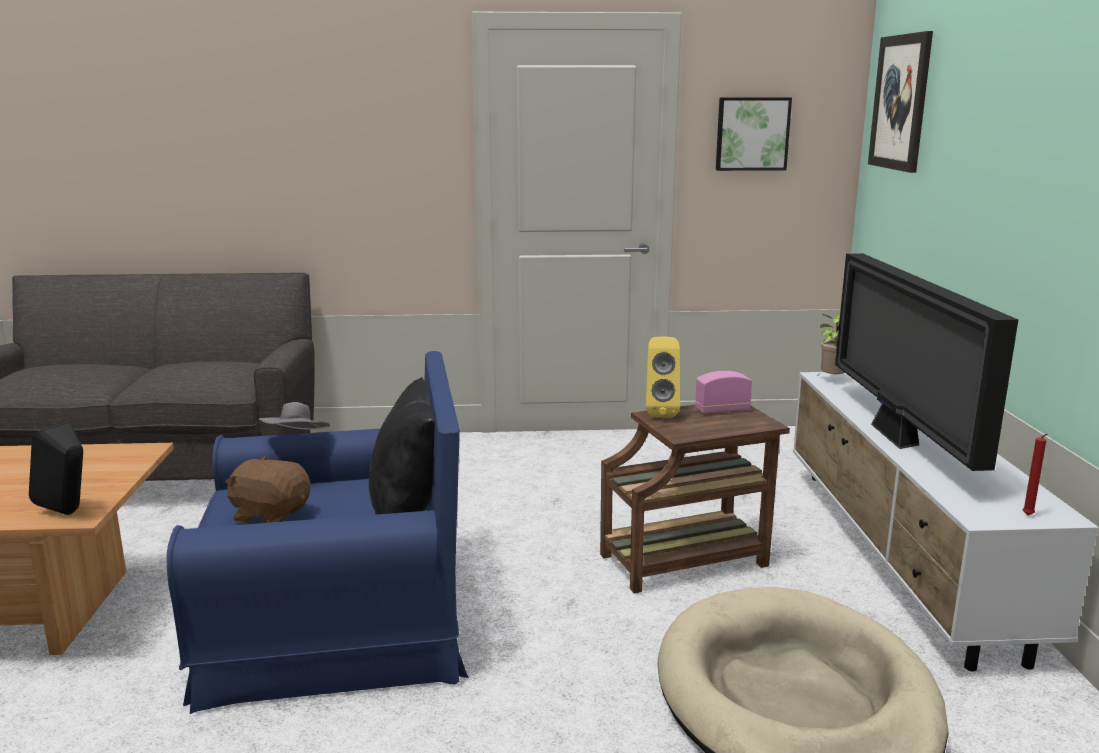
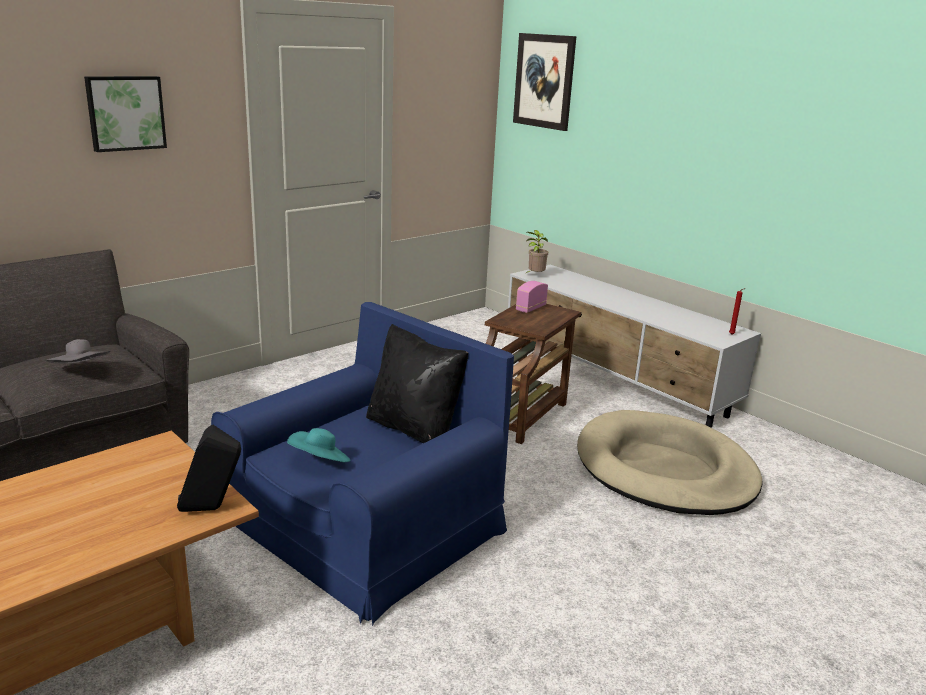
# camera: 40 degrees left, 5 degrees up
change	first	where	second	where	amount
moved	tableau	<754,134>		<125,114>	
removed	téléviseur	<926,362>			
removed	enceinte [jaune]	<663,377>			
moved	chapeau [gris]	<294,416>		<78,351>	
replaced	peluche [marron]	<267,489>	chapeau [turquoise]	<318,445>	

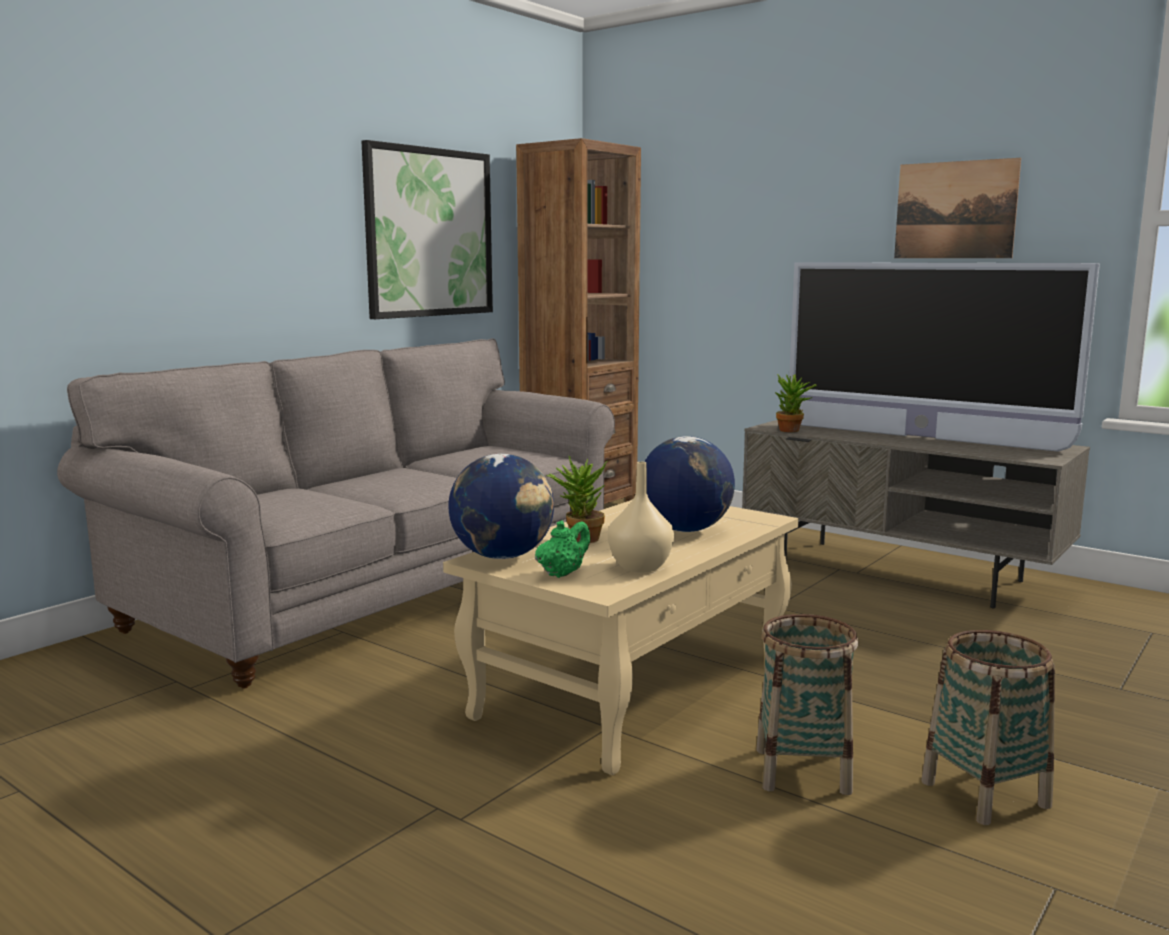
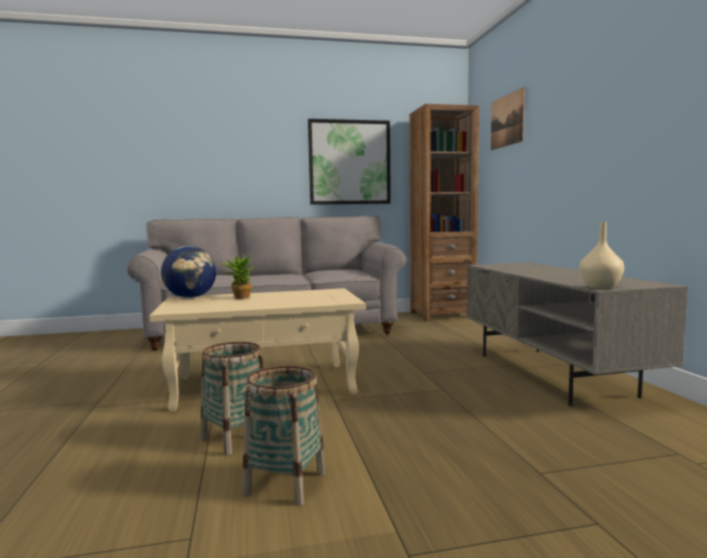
# camera: 40 degrees right, 5 degrees down
change	first	where	second	where	amount
moved	tableau	<957,208>		<508,118>	
removed	téléviseur	<944,357>			
removed	plante en pot	<796,403>			
removed	globe	<689,484>			
moved	vase [beige]	<641,517>		<601,255>	
removed	théière [vert]	<562,549>			

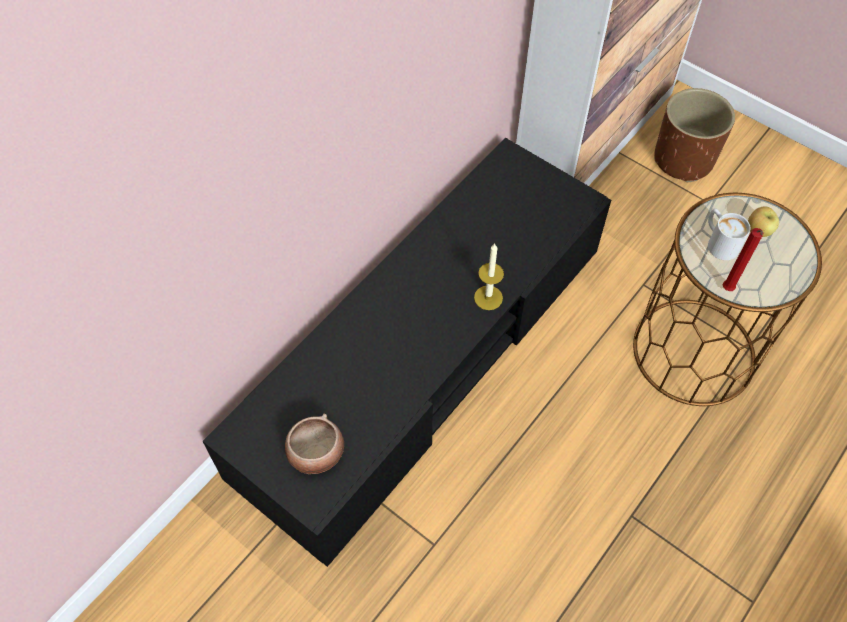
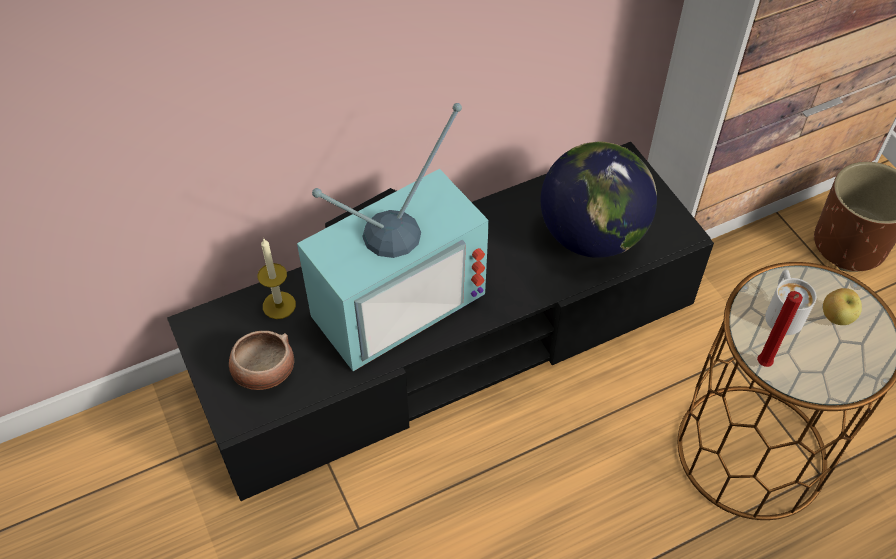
# camera: 25 degrees right, 5 degrees down
change	first	where	second	where	amount
moved	bougie	<489,277>		<277,279>	
added			téléviseur	<393,237>	
added			globe	<599,200>	

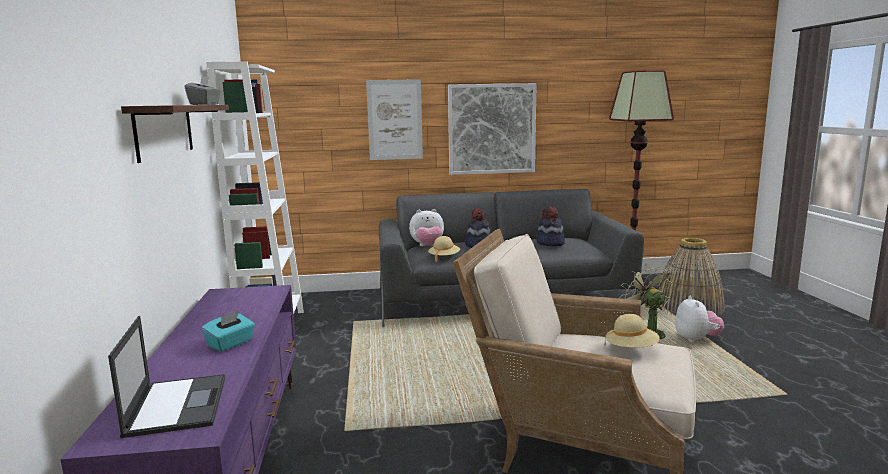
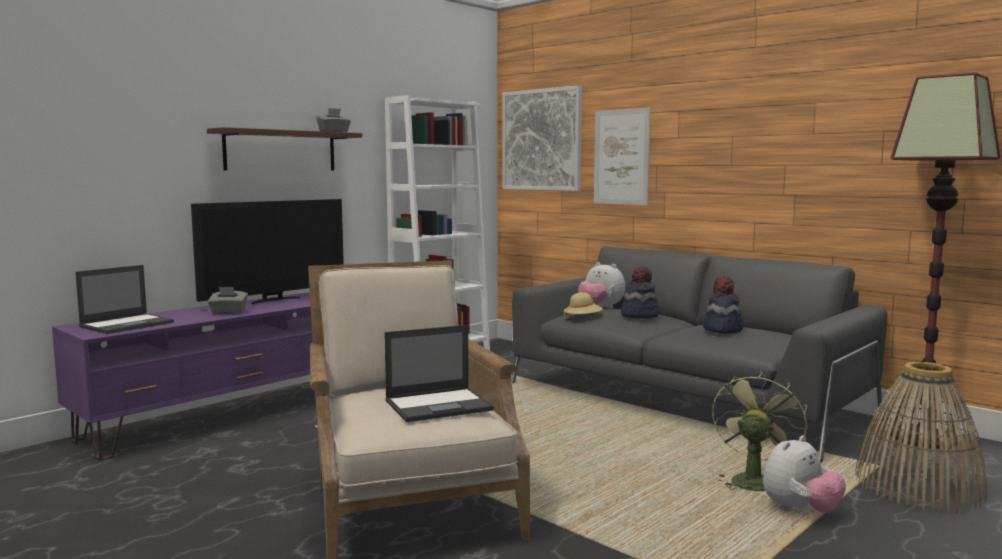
# camera: 50 degrees right, 5 degrees down
change	first	where	second	where	amount
moved	tableau	<492,129>		<542,138>	
recoloured	boîte à mouchoirs [turquoise]	<228,331>	boîte à mouchoirs [gris]	<228,300>	
replaced	chapeau [beige]	<632,331>	ordinateur portable	<439,373>	
added			téléviseur	<267,251>	

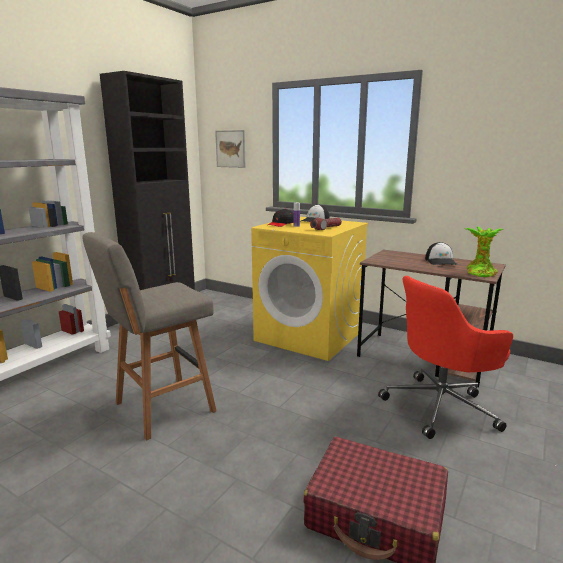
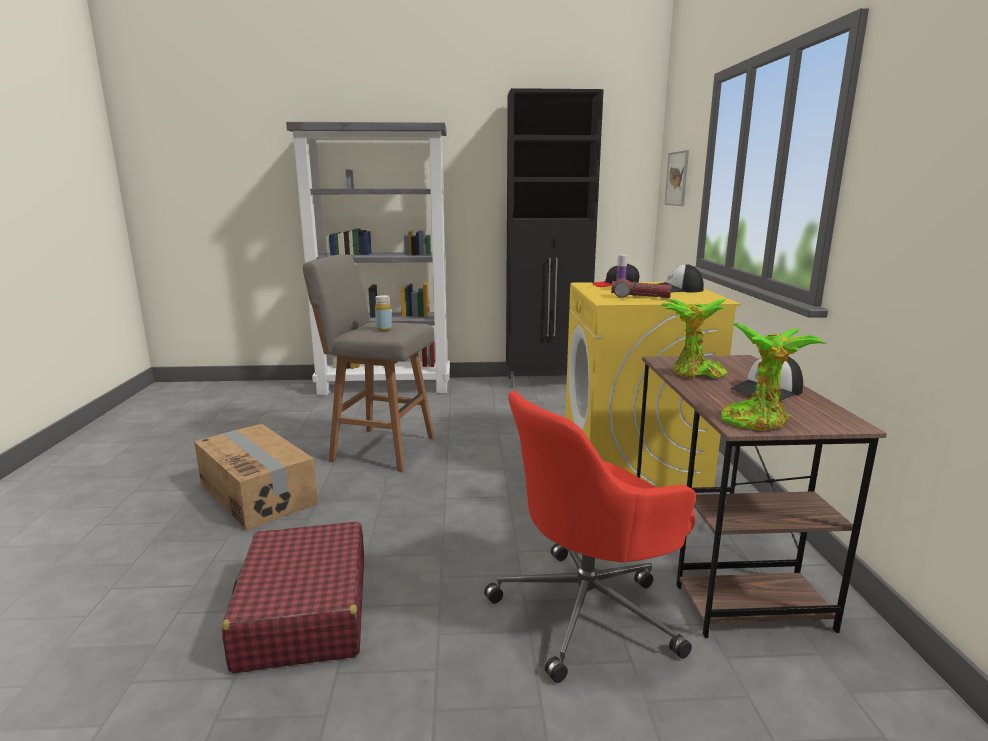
# camera: 55 degrees right, 0 degrees up
change	first	where	second	where	amount
turned	chaise de bureau [rouge]	<445,357>		<590,537>	60 degrees counterclockwise
added			bouteille [jaune]	<383,313>	
added			plante en pot	<693,339>	
added			carton	<256,477>	

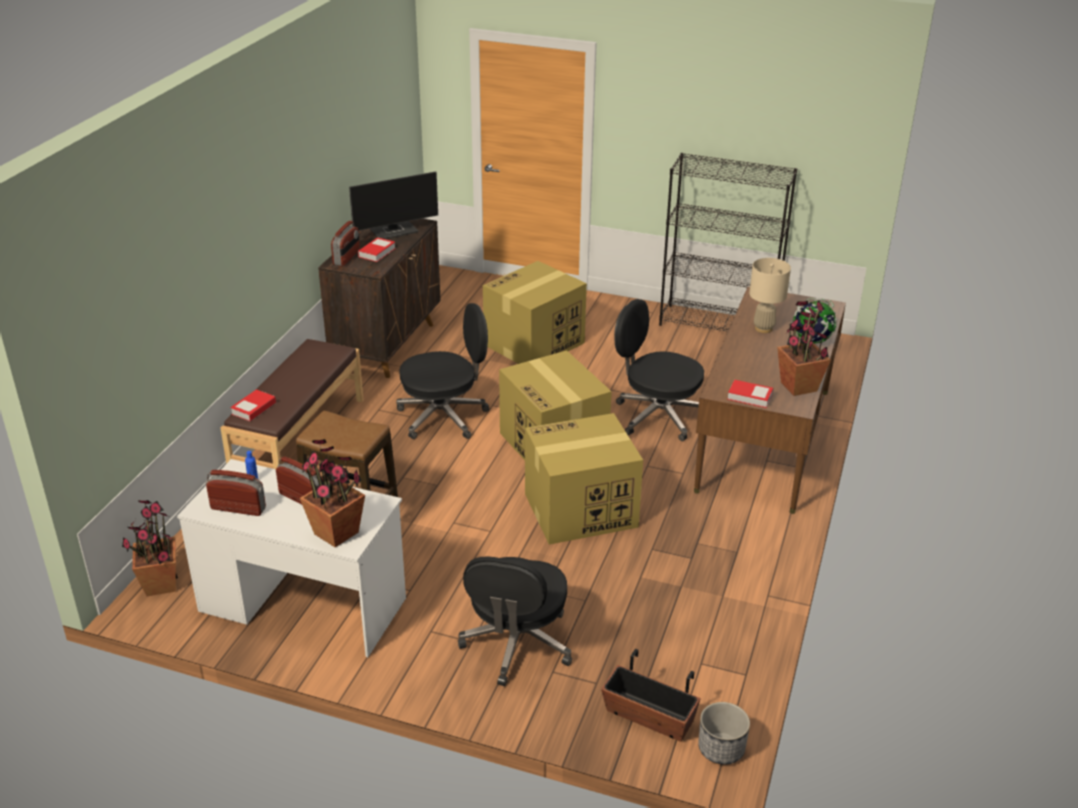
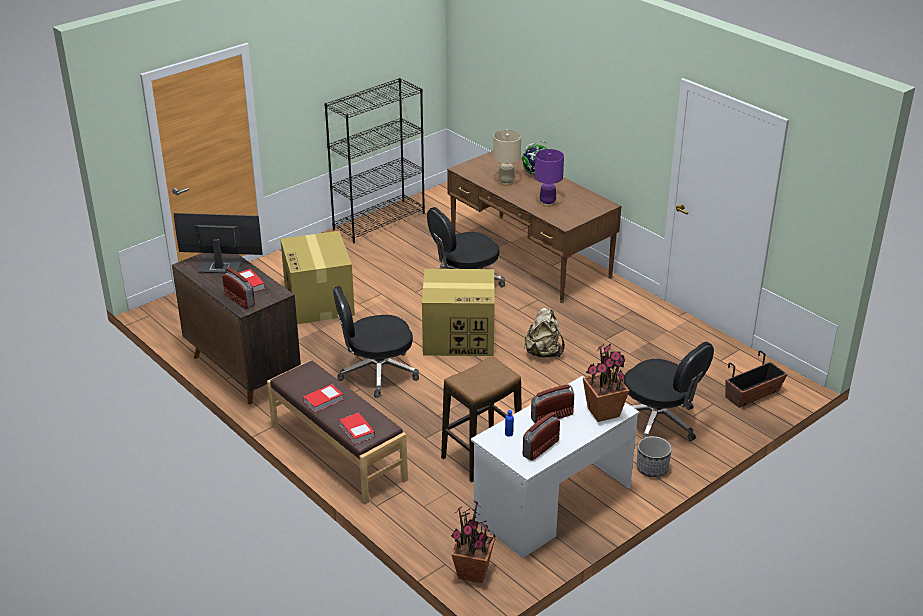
# camera: 60 degrees left, 0 degrees up
change	first	where	second	where	amount
turned	écran d'ordinateur	<393,205>		<218,243>	90 degrees counterclockwise
removed	plante en pot	<804,348>			
turned	chaise de bureau [noir]	<442,371>		<376,342>	120 degrees counterclockwise
moved	livre	<750,394>		<323,398>	
replaced	carton	<584,479>	sac à dos [beige]	<545,333>	
moved	cache-pot	<724,733>		<654,456>	
added			lampe de table [violet]	<549,178>	

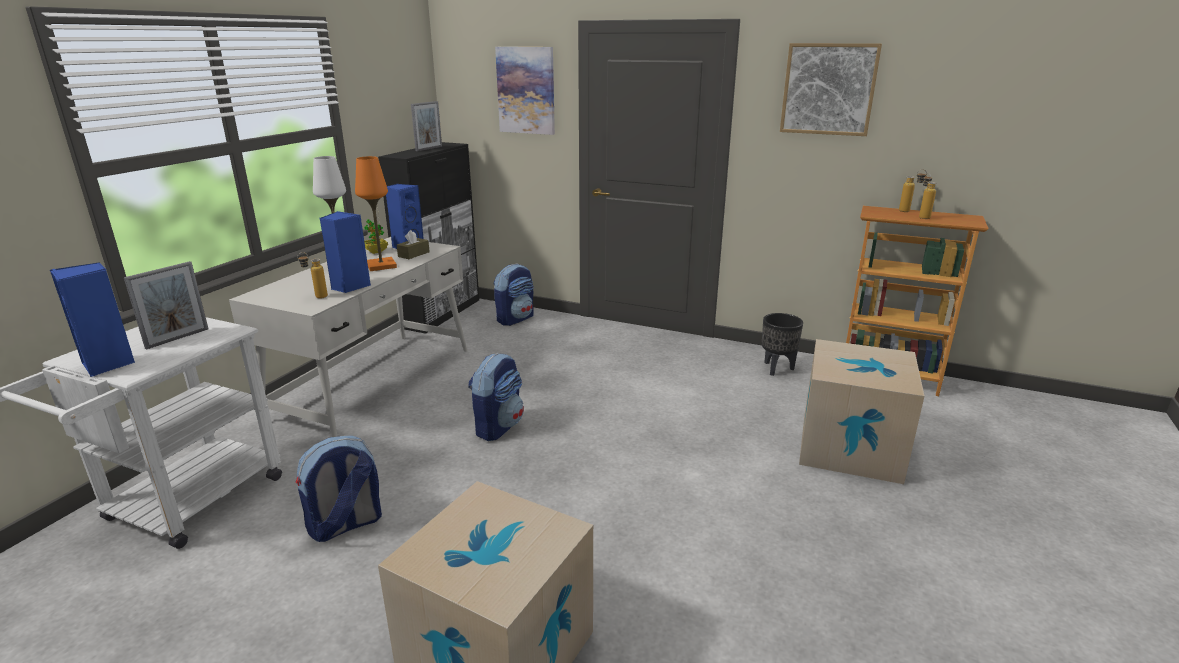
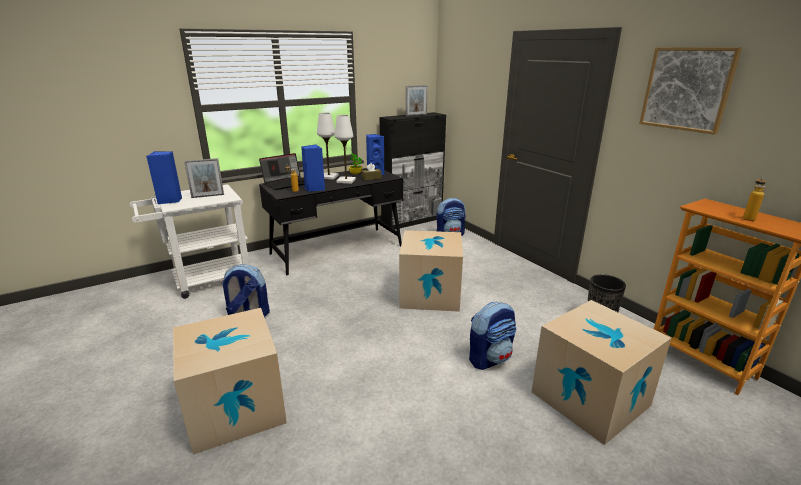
# camera: 35 degrees right, 0 degrees up
change	first	where	second	where	amount
removed	tableau	<525,91>			
recoloured	lampe de table [orange]	<376,213>	lampe de table [blanc]	<345,149>	
removed	bouteille	<913,190>			
recoloured	bureau [blanc]	<348,337>	bureau [noir]	<331,221>	
moved	sac à dos	<496,397>		<493,335>	
added			ordinateur portable	<282,171>	
added			carton	<431,271>	

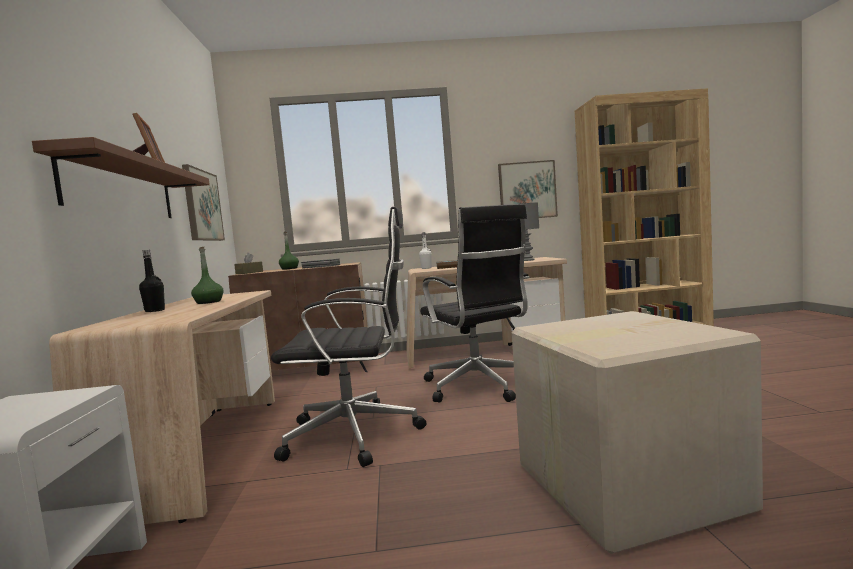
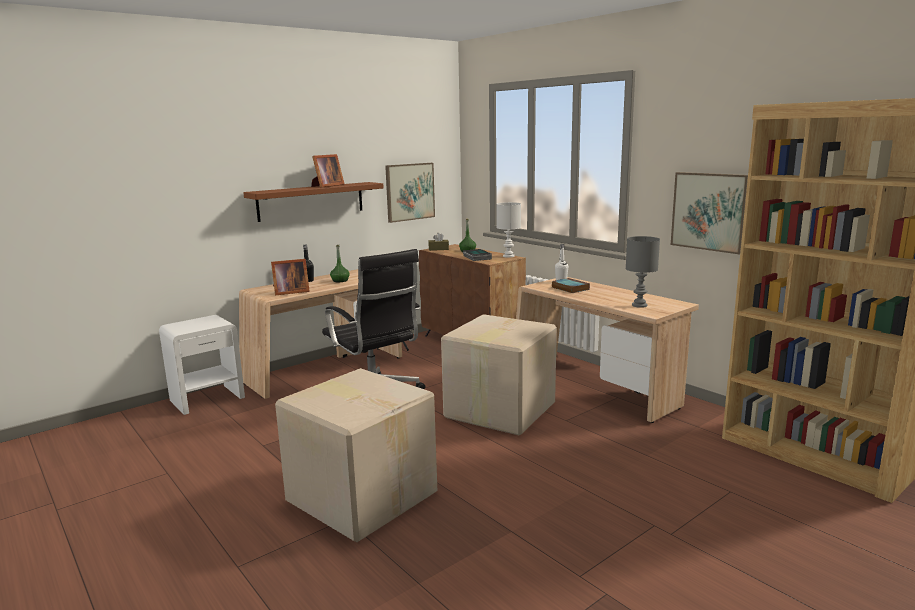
# camera: 55 degrees right, 10 degrees up
change	first	where	second	where	amount
replaced	chaise de bureau [noir]	<475,303>	carton	<499,375>	
added			lampe de table [blanc]	<509,230>	
added			cadre photo	<290,277>	

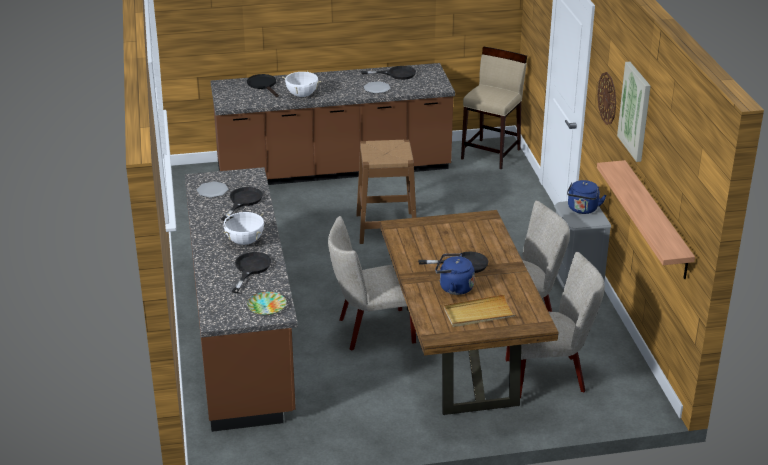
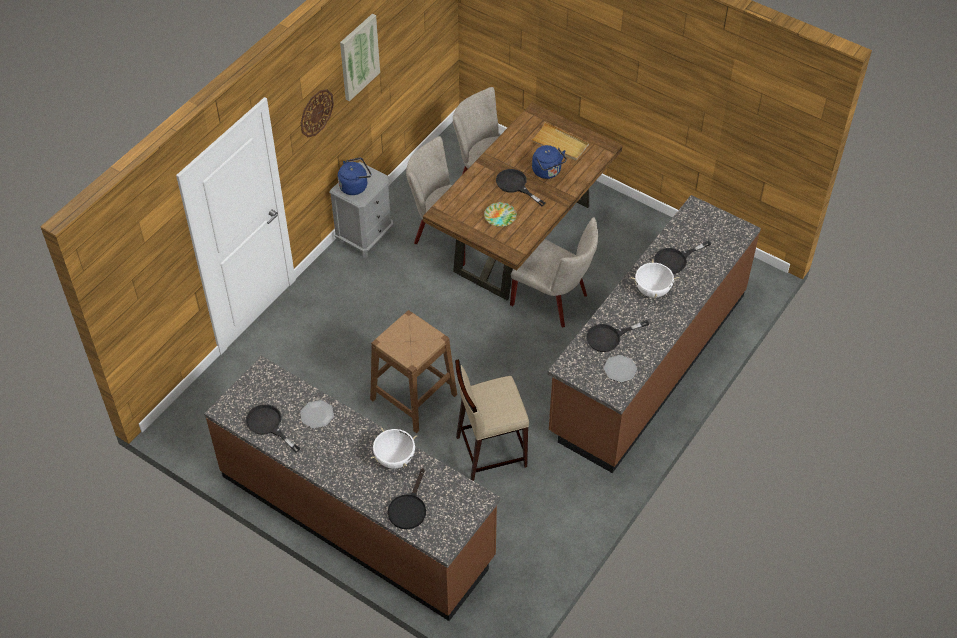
# camera: 135 degrees left, 20 degrees up
change	first	where	second	where	amount
moved	tabouret [beige]	<494,108>		<492,420>	
removed	étagère	<646,219>			
moved	assiette	<266,303>		<500,214>	

